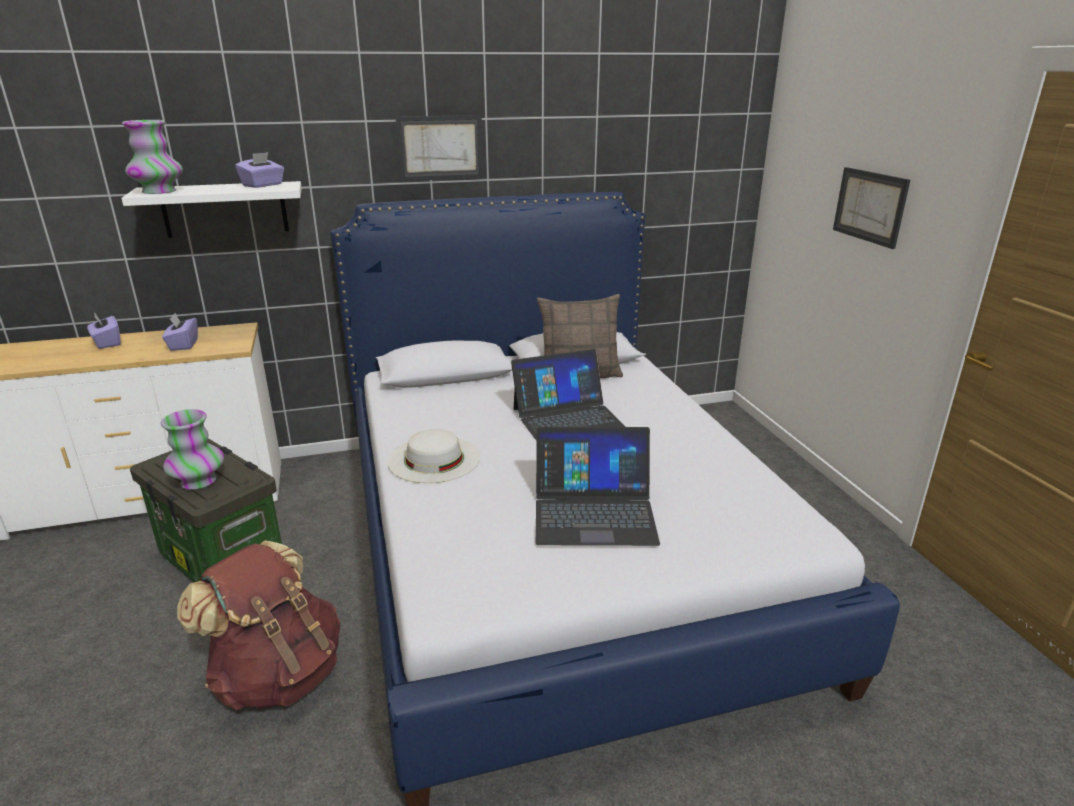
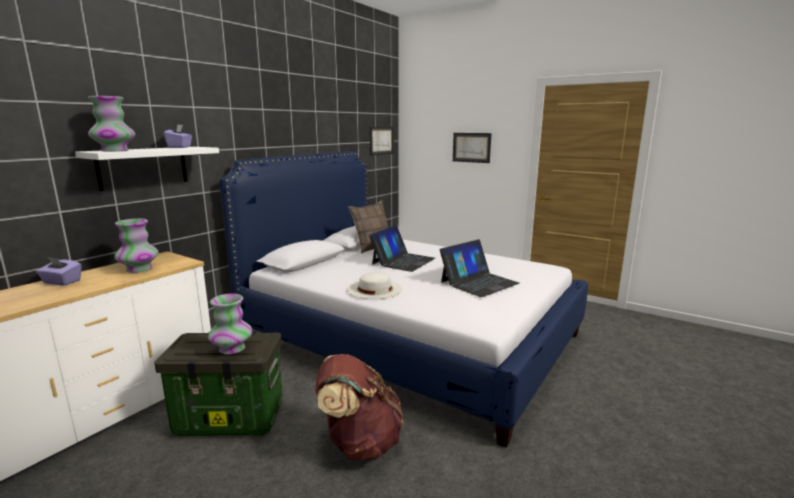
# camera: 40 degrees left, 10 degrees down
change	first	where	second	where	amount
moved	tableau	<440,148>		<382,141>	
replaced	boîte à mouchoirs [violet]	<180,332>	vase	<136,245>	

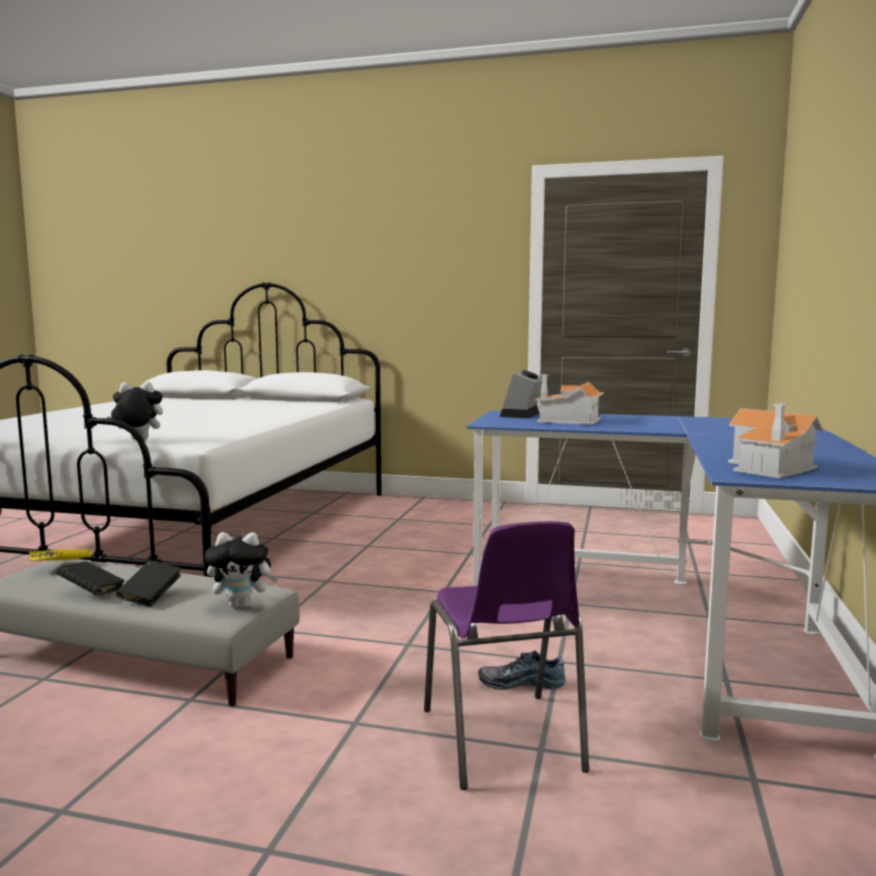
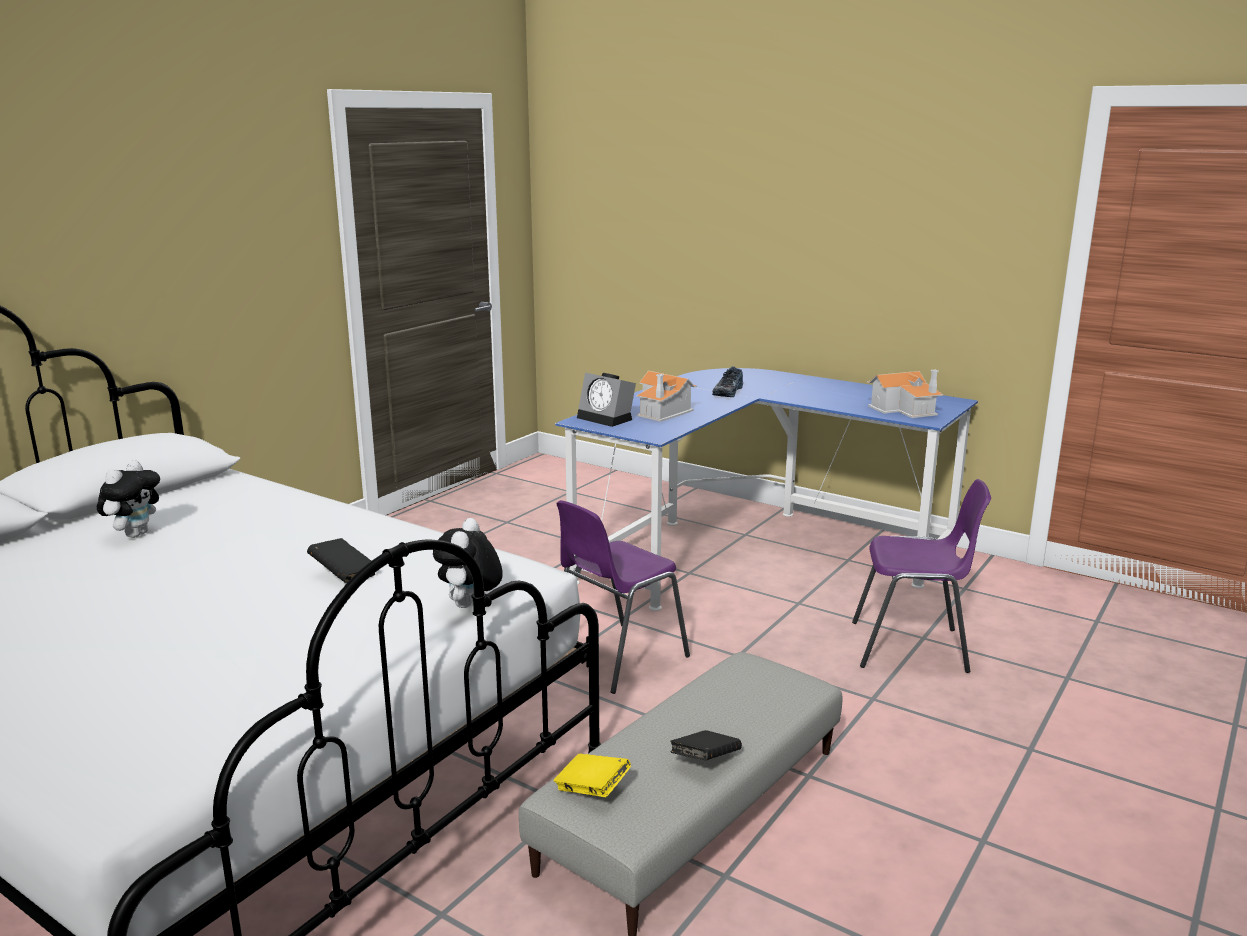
# camera: 70 degrees left, 10 degrees up
change	first	where	second	where	amount
moved	peluche	<241,570>		<128,499>	
moved	livre [noir]	<148,583>		<341,560>	
moved	chaussure	<522,670>		<727,381>	
added			chaise [violet]	<623,597>	

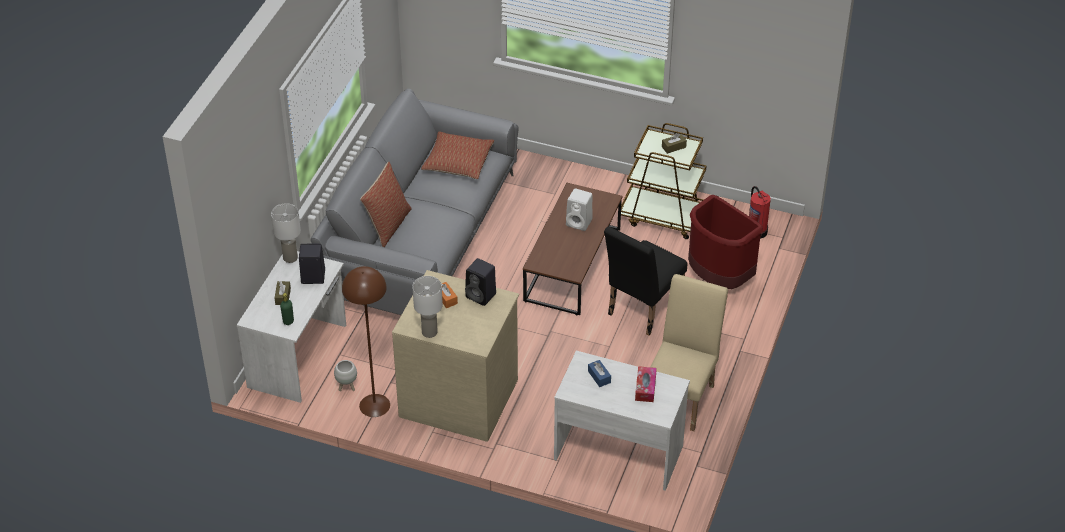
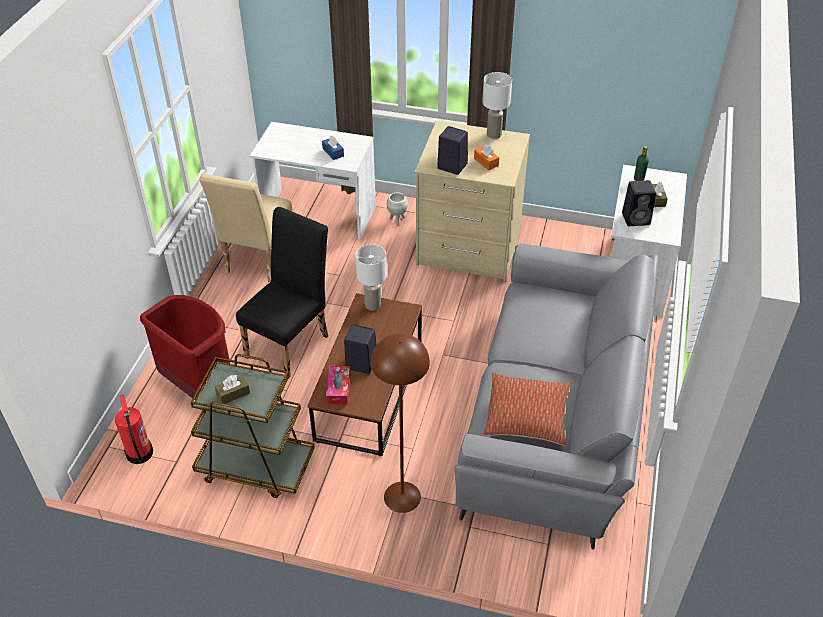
# camera: 175 degrees right, 0 degrees up
change	first	where	second	where	amount
removed	coussin	<385,204>			
recoloured	enceinte [blanc]	<579,209>	enceinte [noir]	<360,349>	
moved	lampe de table [blanc]	<286,233>		<371,277>	
moved	lampadaire [marron]	<366,341>		<400,423>	
moved	cache-pot [blanc]	<345,375>		<397,208>	
moved	boîte à mouchoirs	<646,384>		<338,385>	

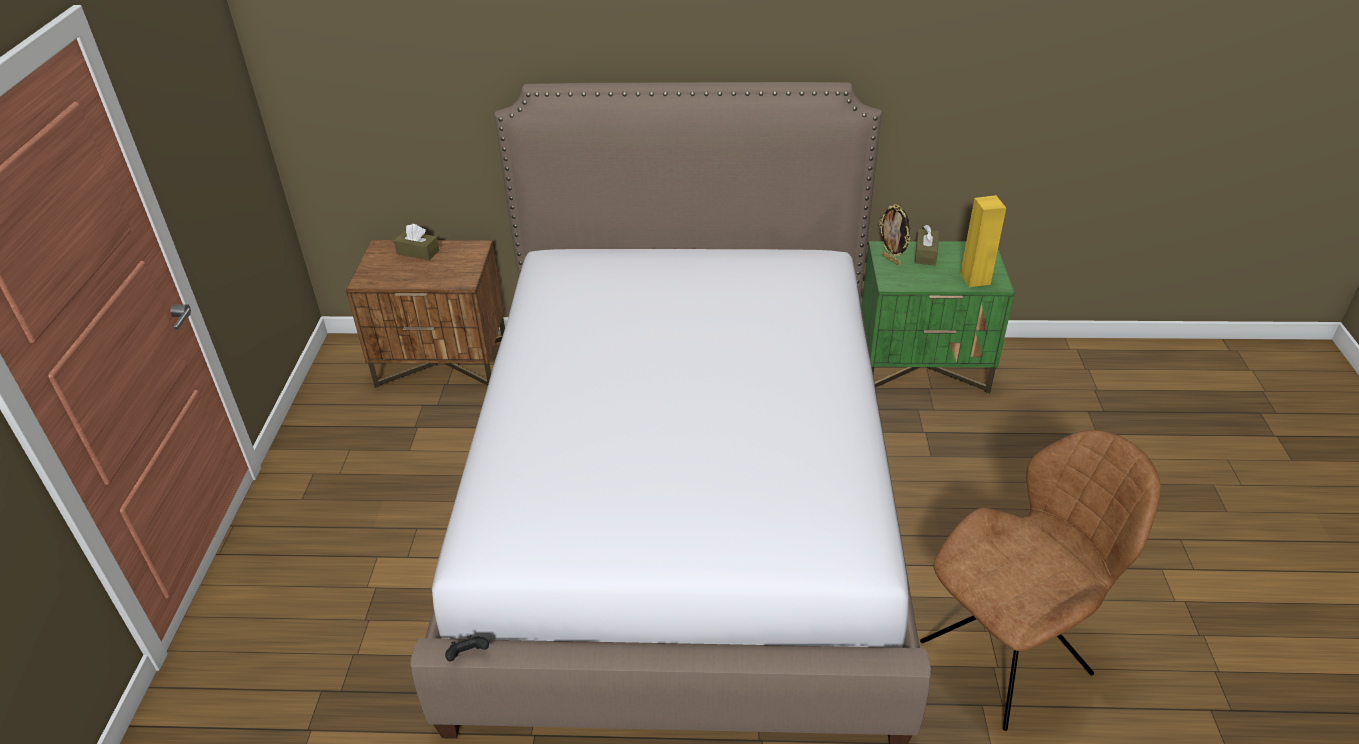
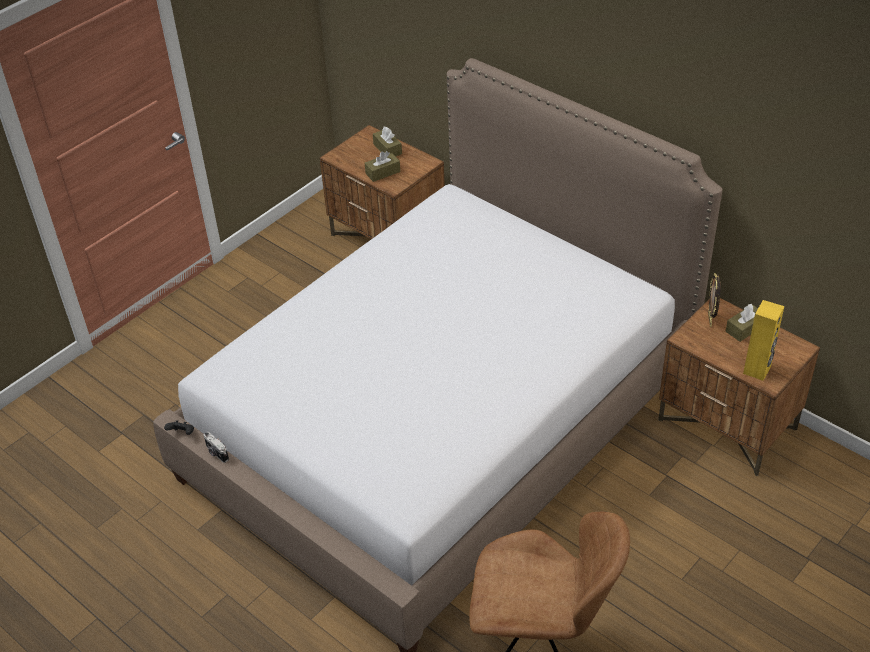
# camera: 40 degrees right, 5 degrees up
change	first	where	second	where	amount
recoloured	table de chevet [vert]	<938,317>	table de chevet [marron]	<739,387>	
added			boîte à mouchoirs [marron]	<382,166>	
added			appareil photo	<216,447>	

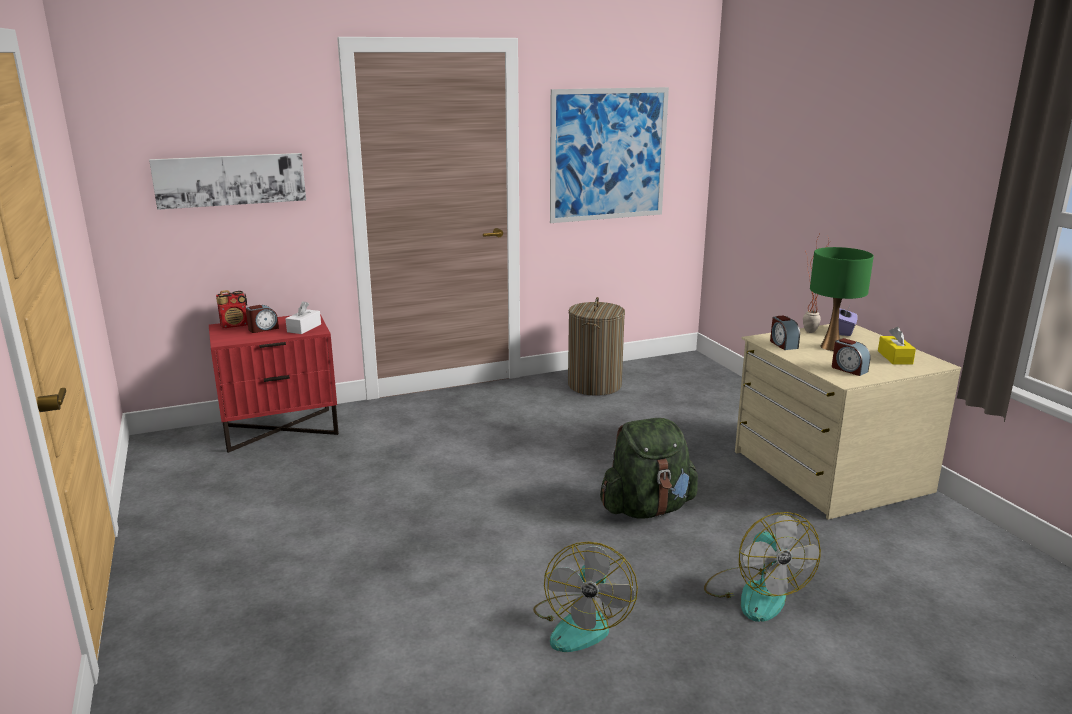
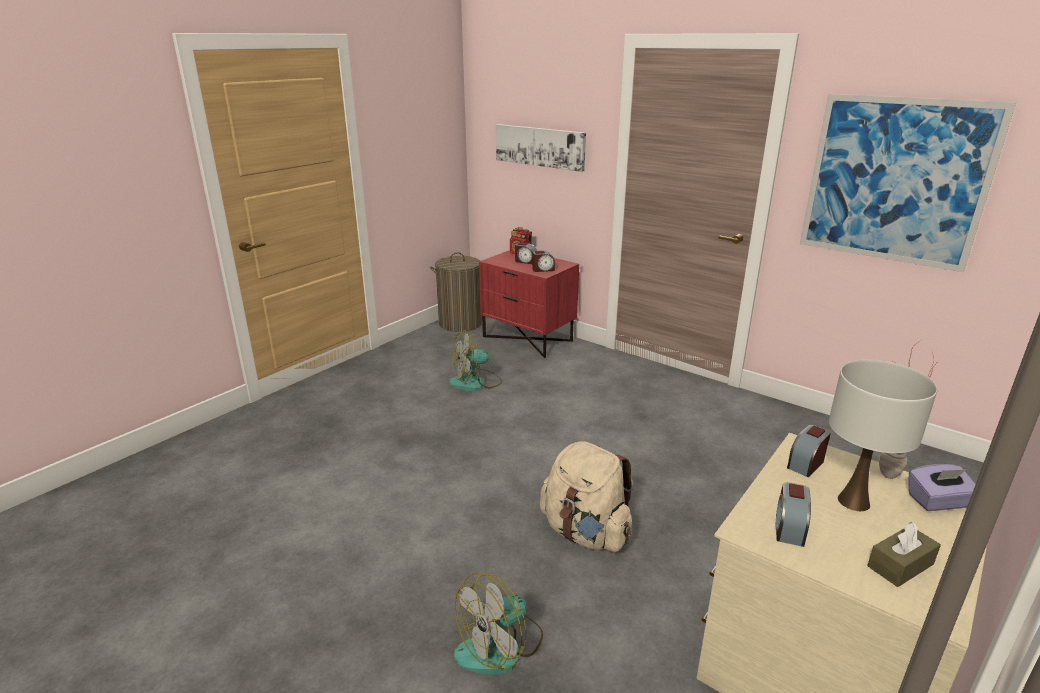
# camera: 60 degrees right, 5 degrees up
change	first	where	second	where	amount
recoloured	lampe de table [vert]	<842,299>	lampe de table [blanc]	<883,435>	
moved	panier à linge	<596,346>		<456,292>	
replaced	boîte à mouchoirs [blanc]	<303,317>	réveil	<544,261>	
recoloured	boîte à mouchoirs [jaune]	<897,346>	boîte à mouchoirs [marron]	<904,554>	
recoloured	sac à dos [vert]	<649,468>	sac à dos [beige]	<587,496>	
moved	ventilateur	<585,597>		<475,360>	

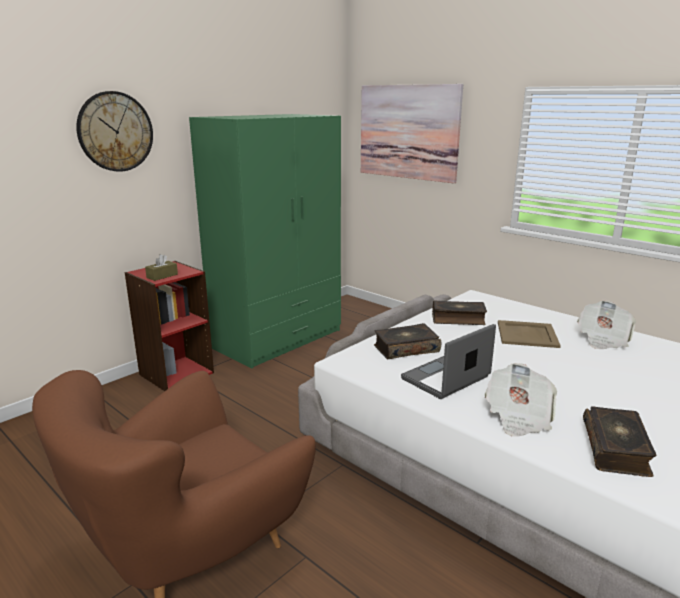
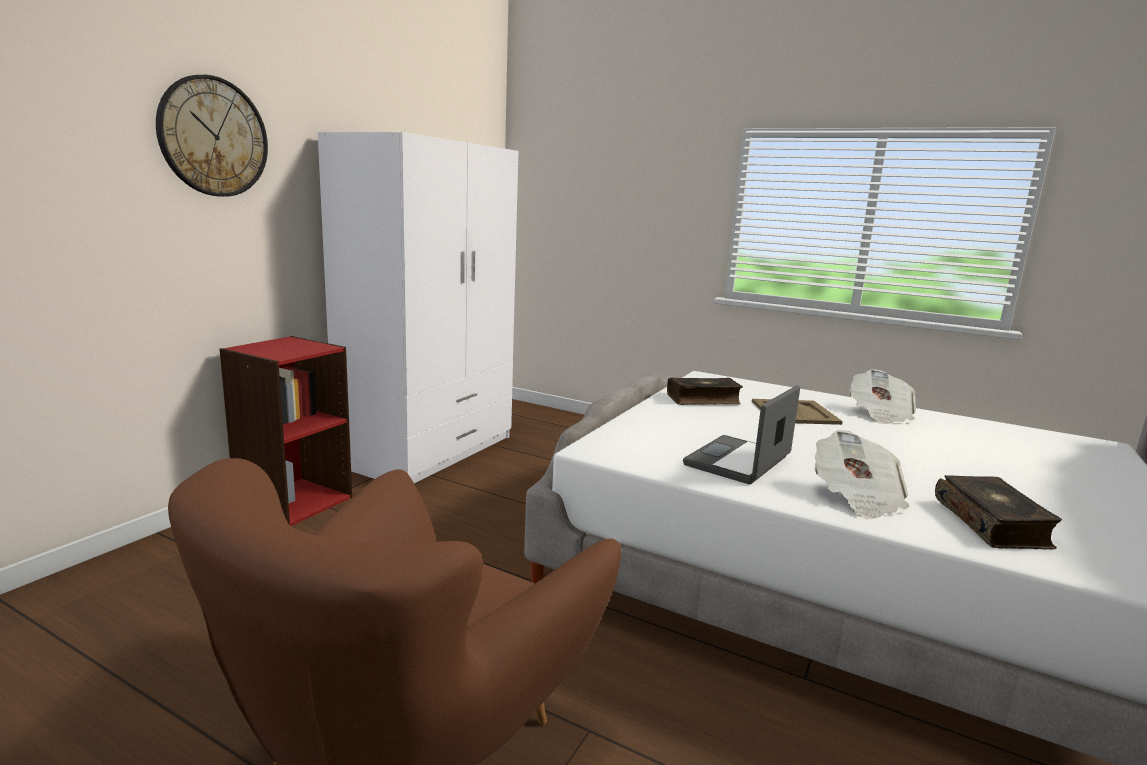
# camera: 15 degrees left, 5 degrees down
change	first	where	second	where	amount
removed	tableau	<412,133>			
recoloured	armoire [vert]	<265,241>	armoire [blanc]	<418,307>	
removed	boîte à mouchoirs [marron]	<161,267>			
removed	livre	<407,341>			

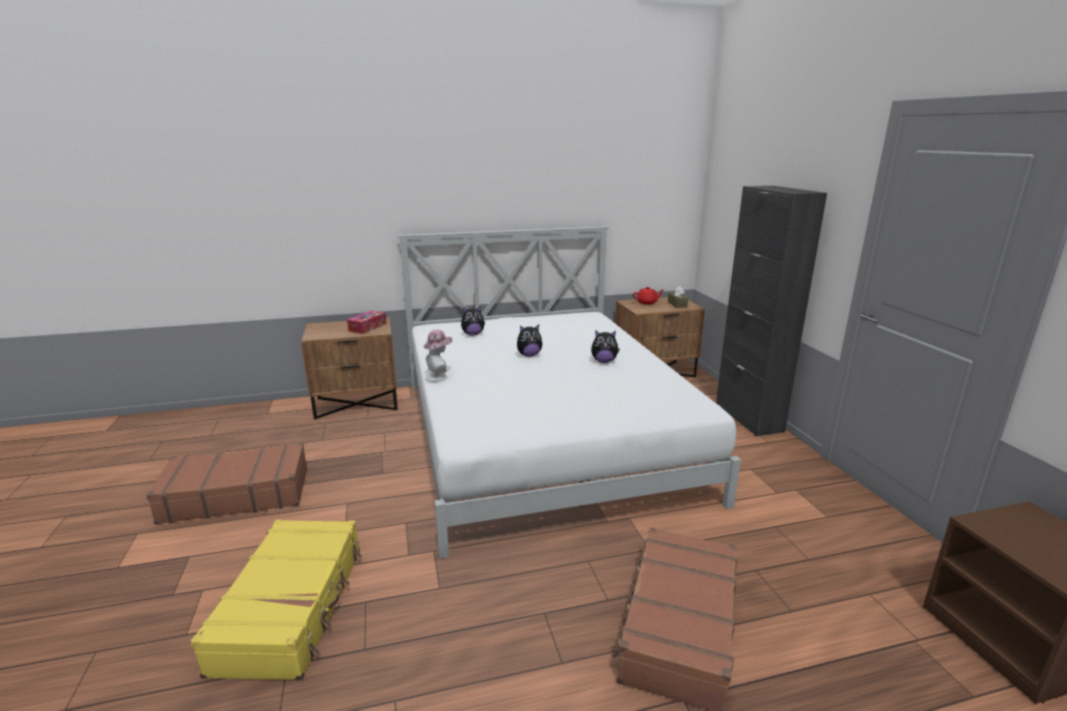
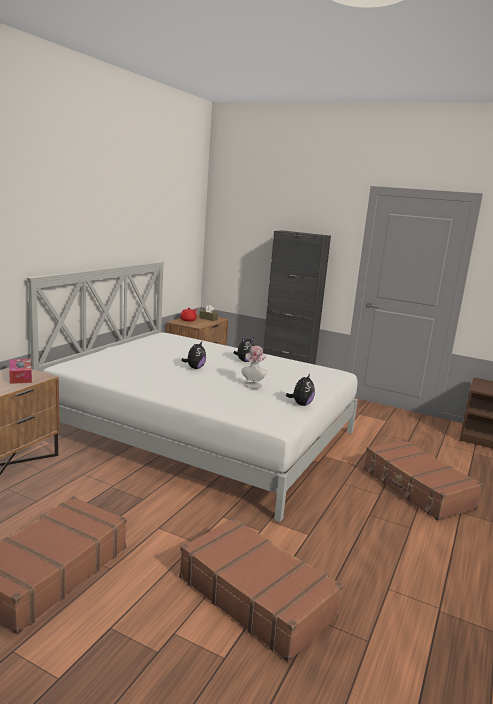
# camera: 50 degrees left, 5 degrees down
change	first	where	second	where	amount
moved	peluche	<473,320>		<300,390>	
moved	chapeau	<438,356>		<254,367>	
recoloured	valise [jaune]	<276,600>	valise [marron]	<261,589>	

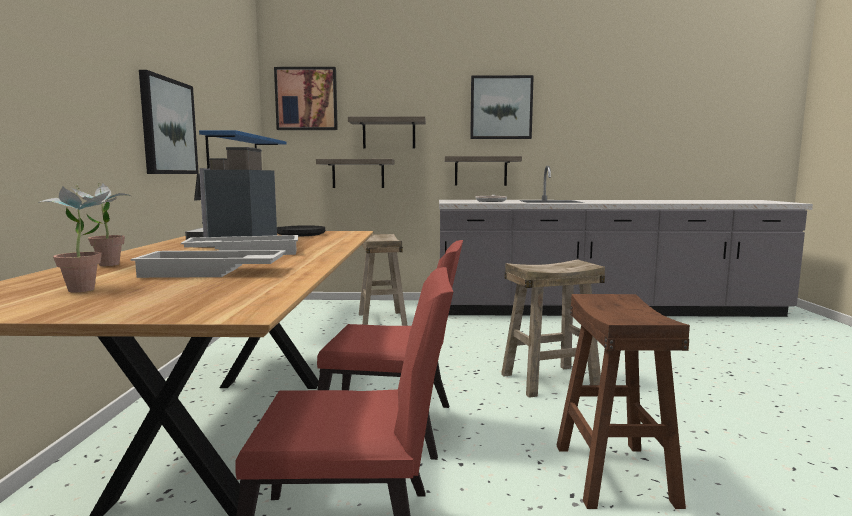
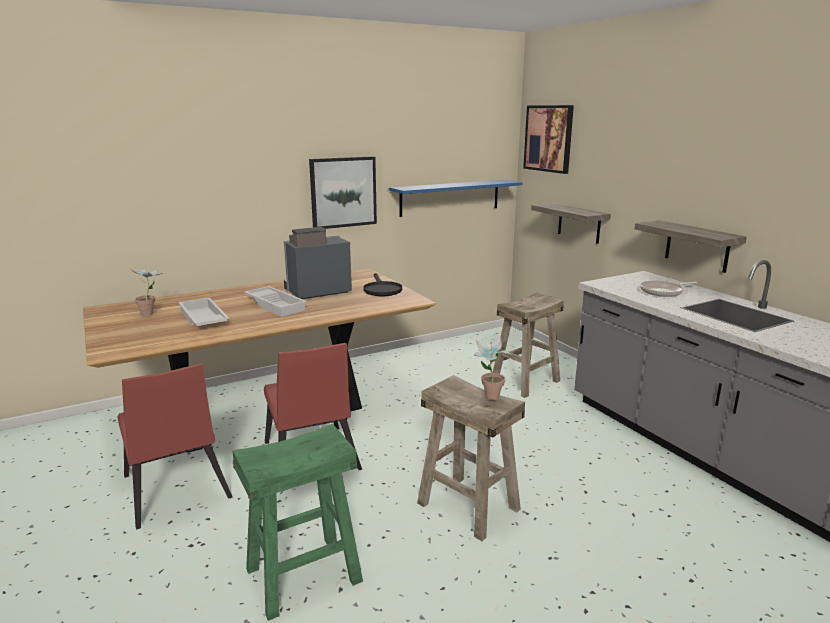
# camera: 60 degrees right, 10 degrees up
change	first	where	second	where	amount
removed	tableau	<502,107>			
removed	étagère	<387,132>			
moved	plante en pot	<101,224>		<492,368>	
recoloured	tabouret [marron]	<623,401>	tabouret [vert]	<297,522>	

